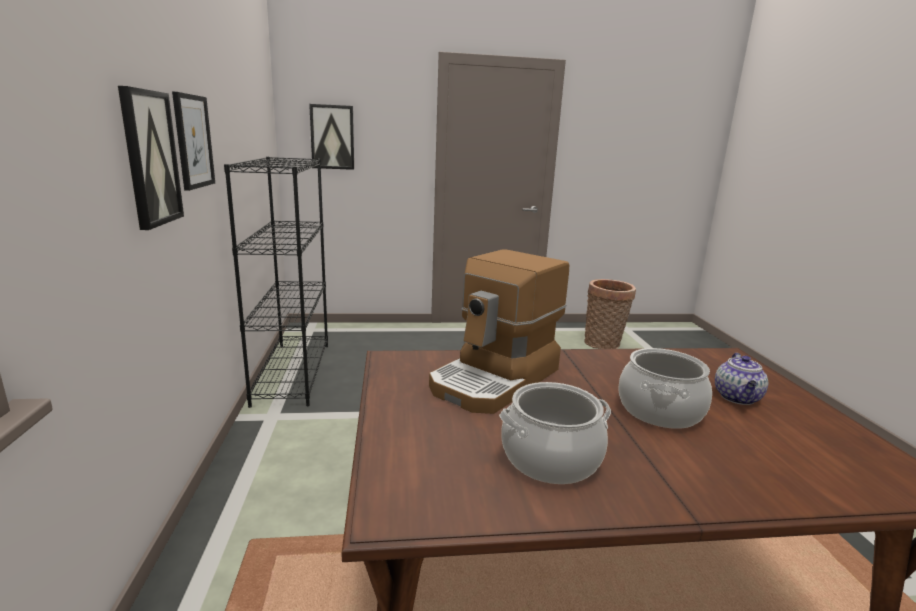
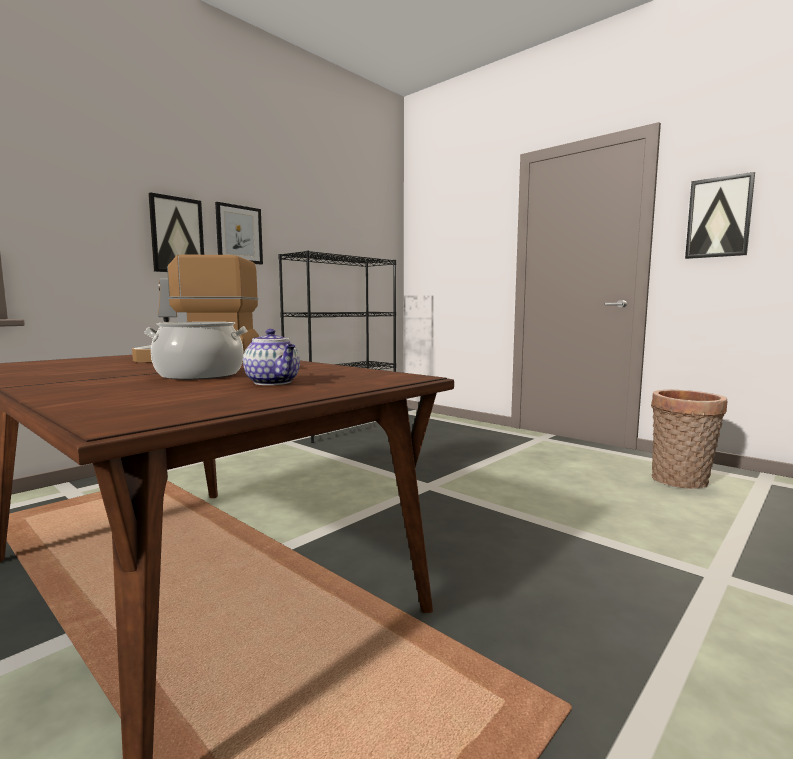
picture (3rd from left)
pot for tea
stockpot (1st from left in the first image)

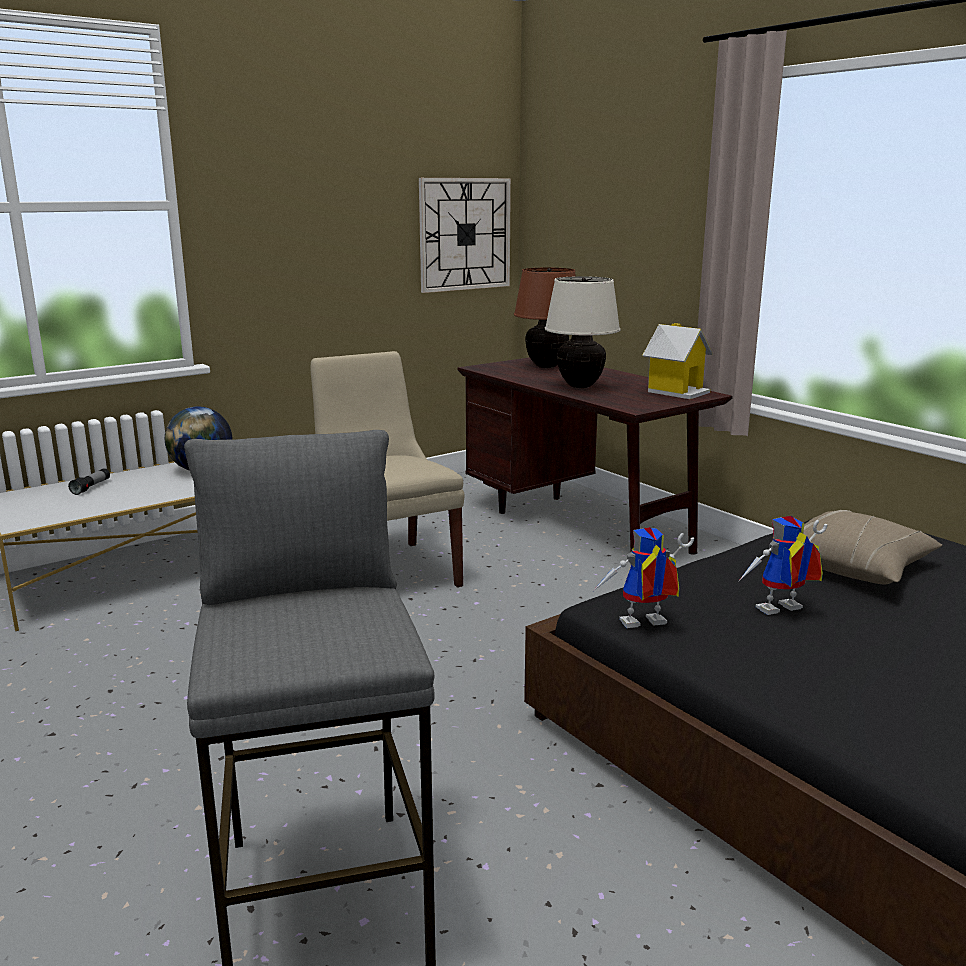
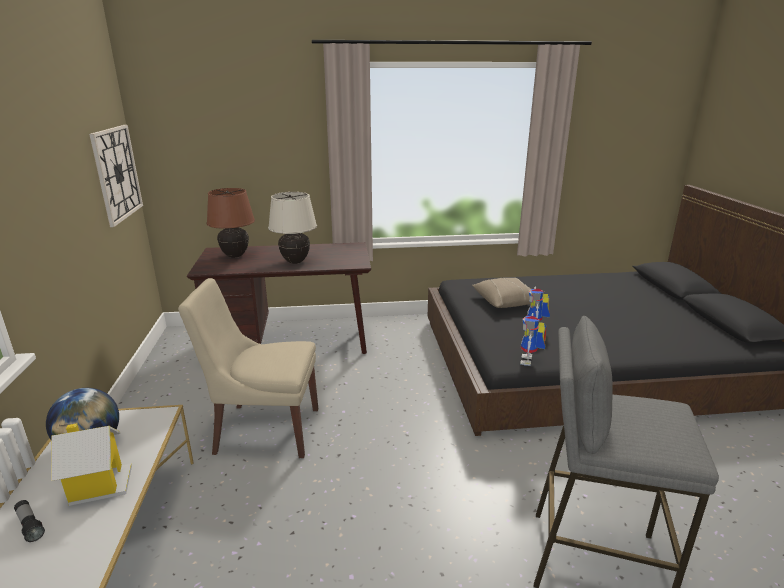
miniature house

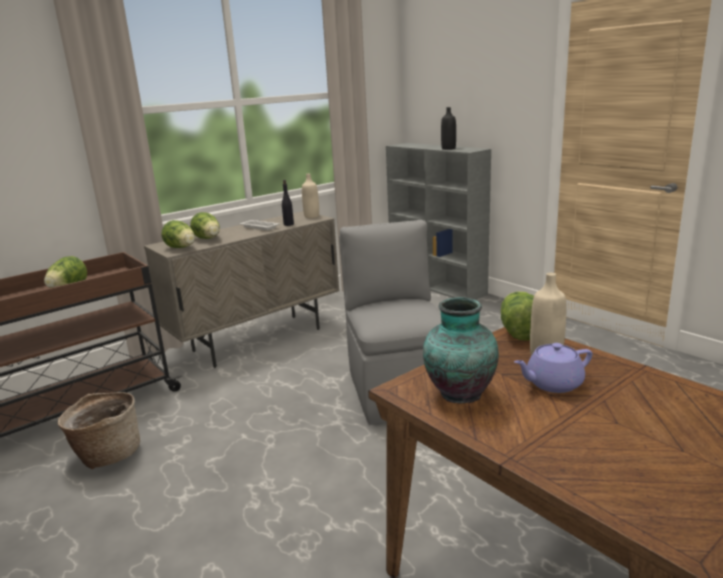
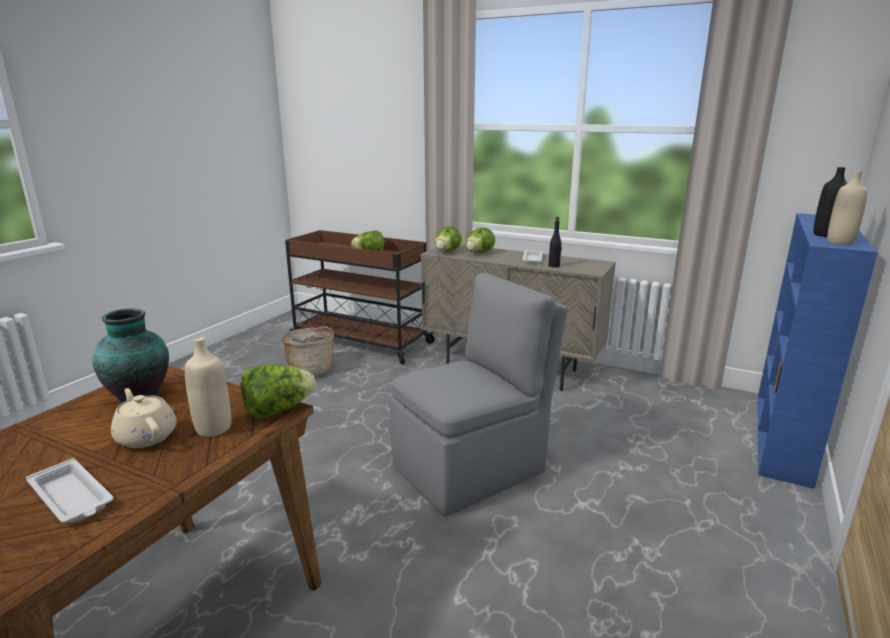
blue-coloured bookshelf
beige beverage bottle (2nd from left)
beige pot for tea
white-coloured serving tray (1st from left)

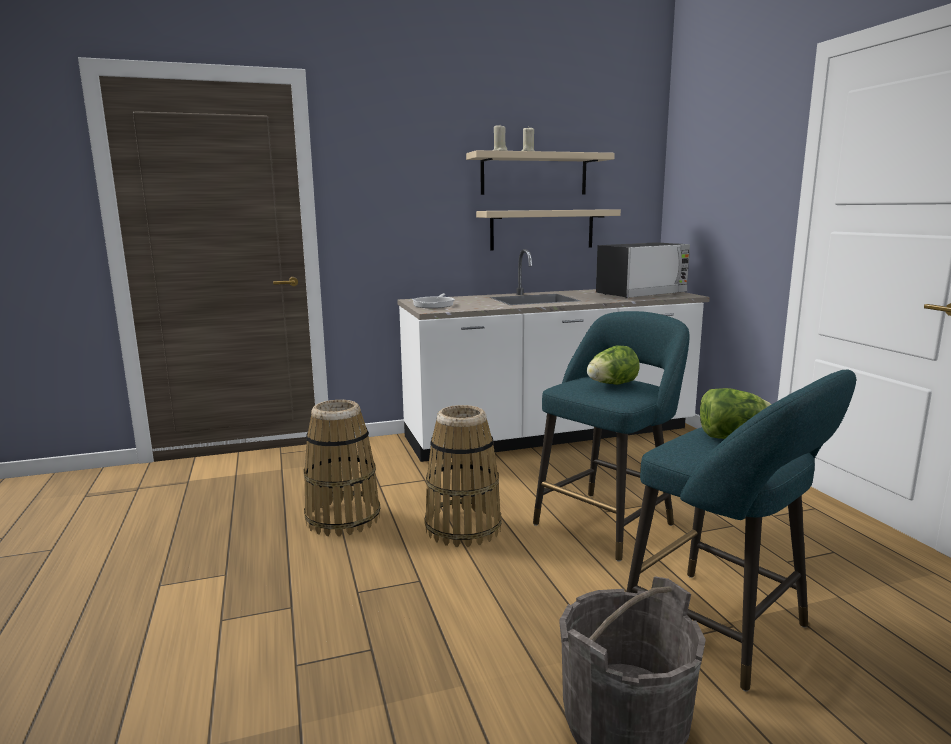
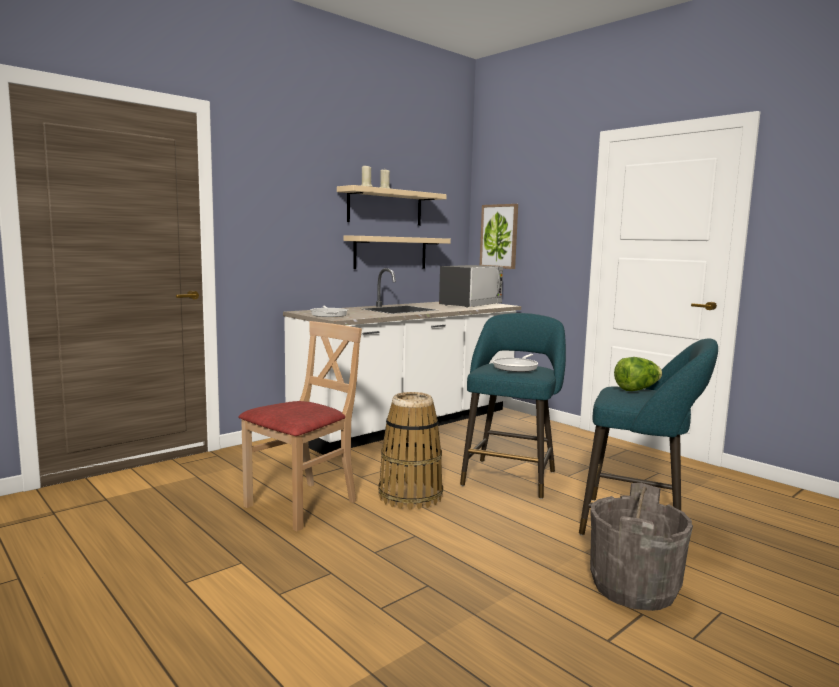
frying pan (2nd from left)
beige upright chair
picture

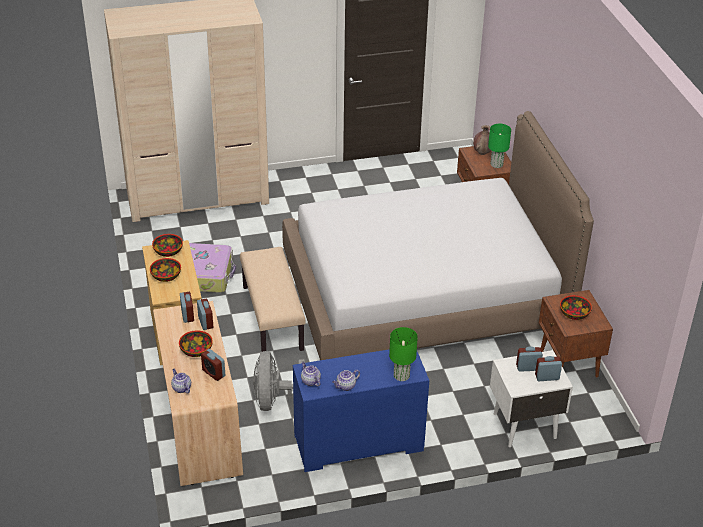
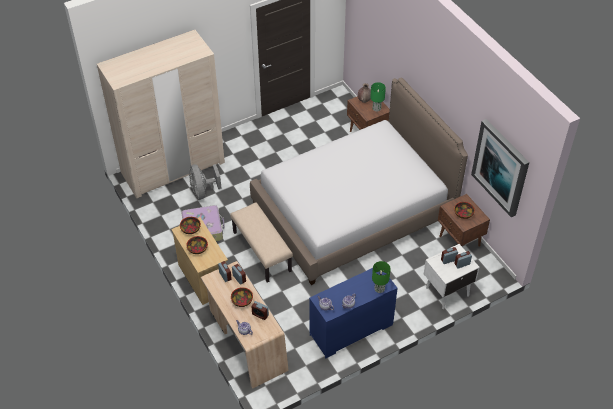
gray cooling fan
picture

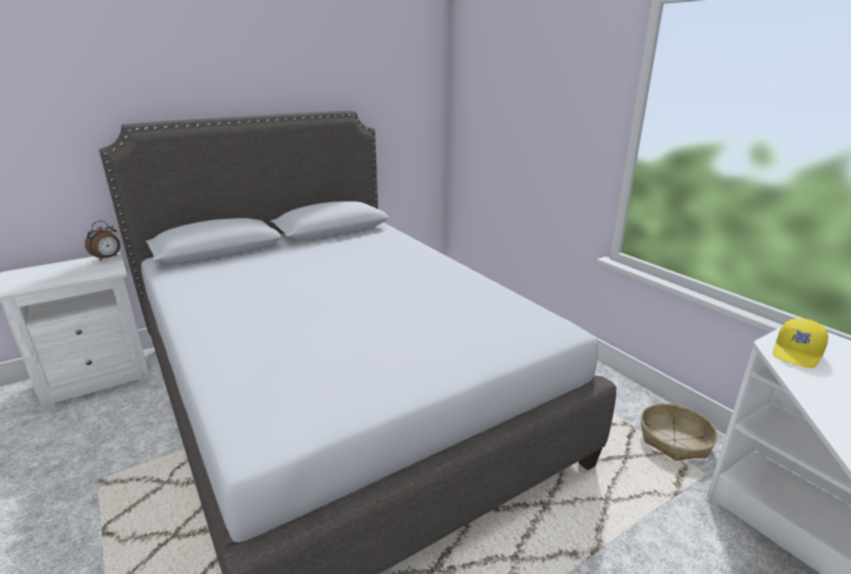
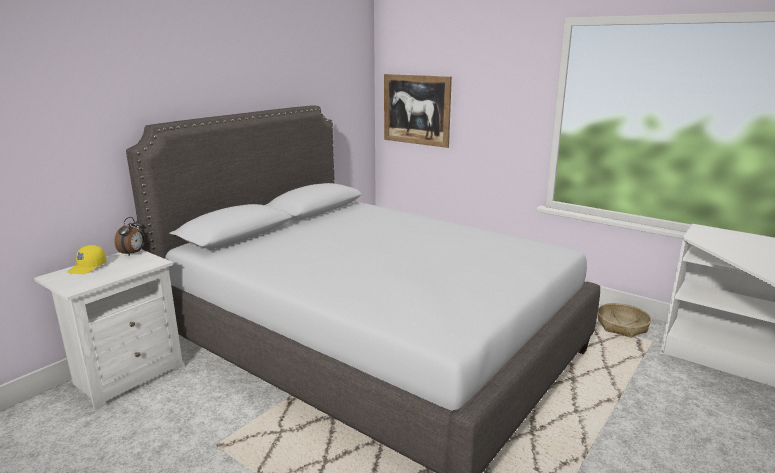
yellow cap
picture

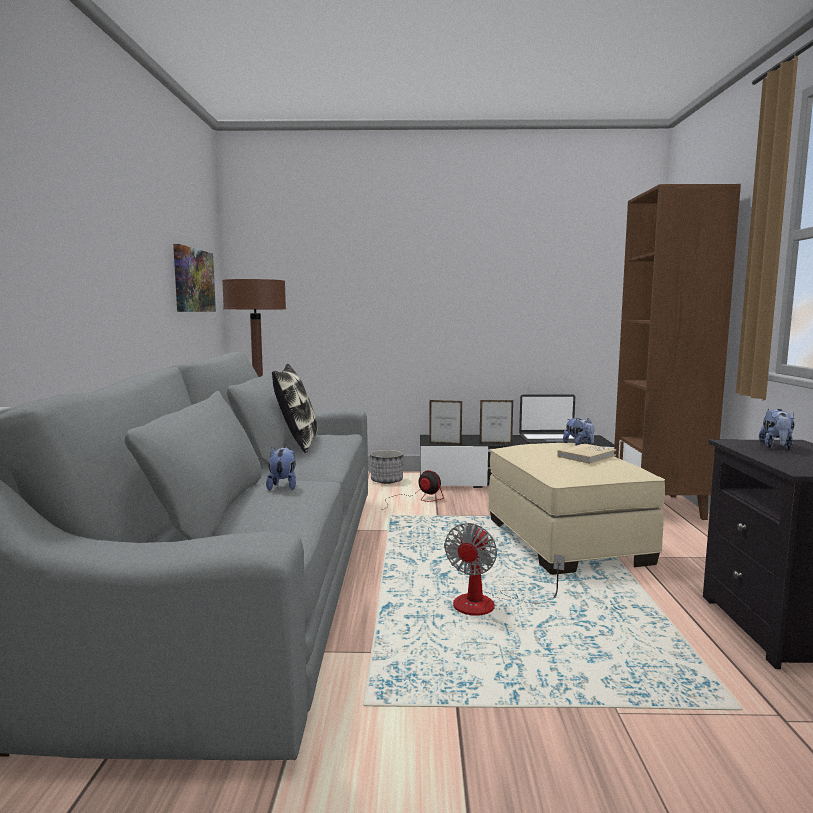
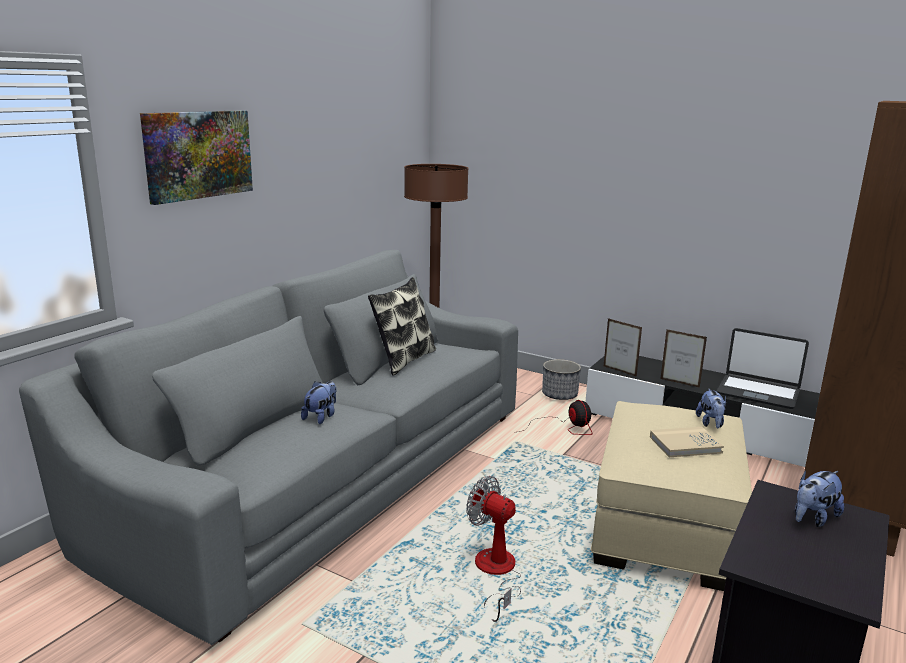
picture
cooling fan (1st from left)

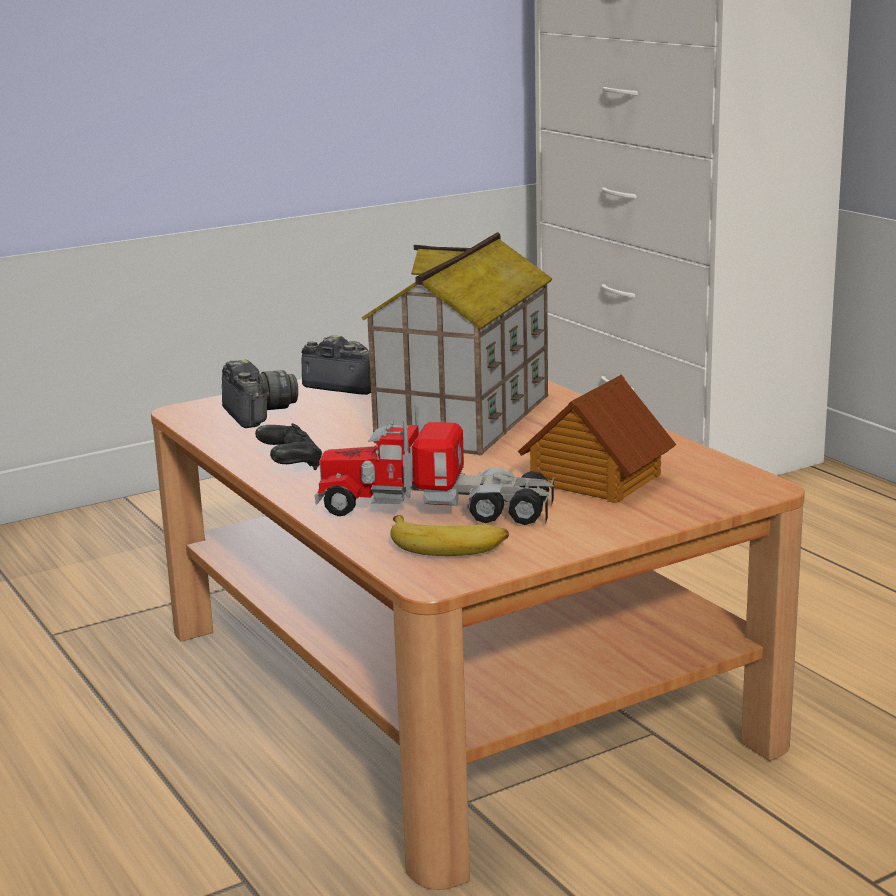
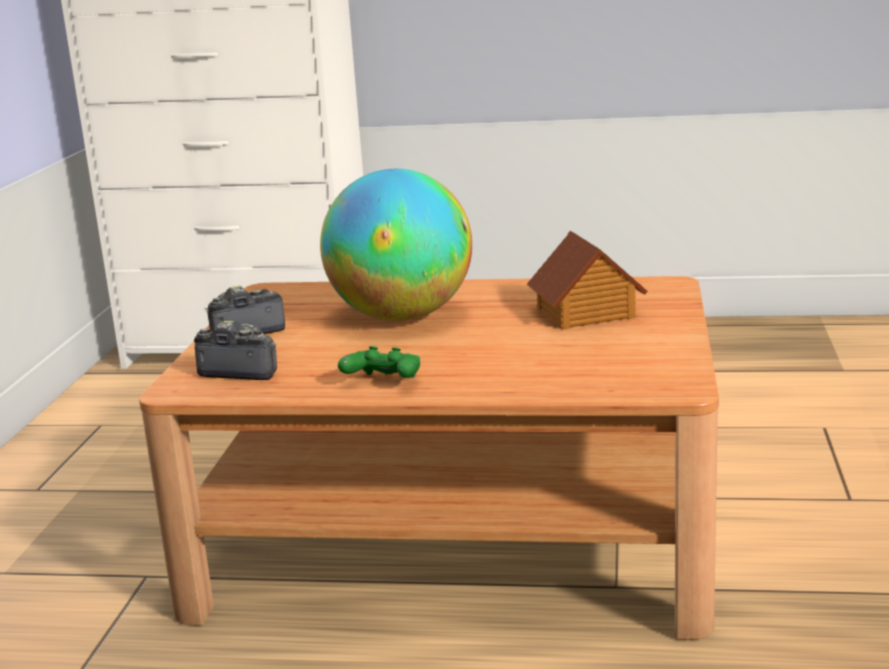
world globe
toy truck
green-coloured game controller
banana

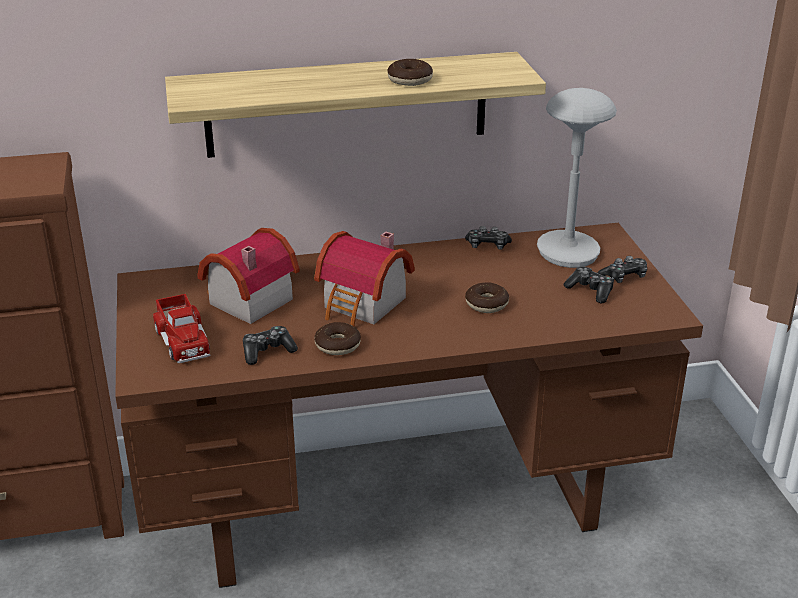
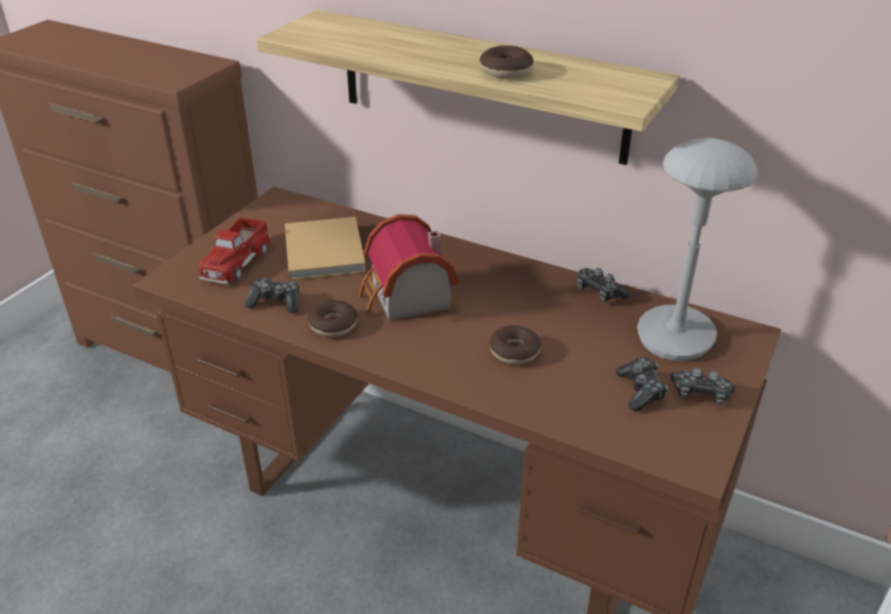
beige volume

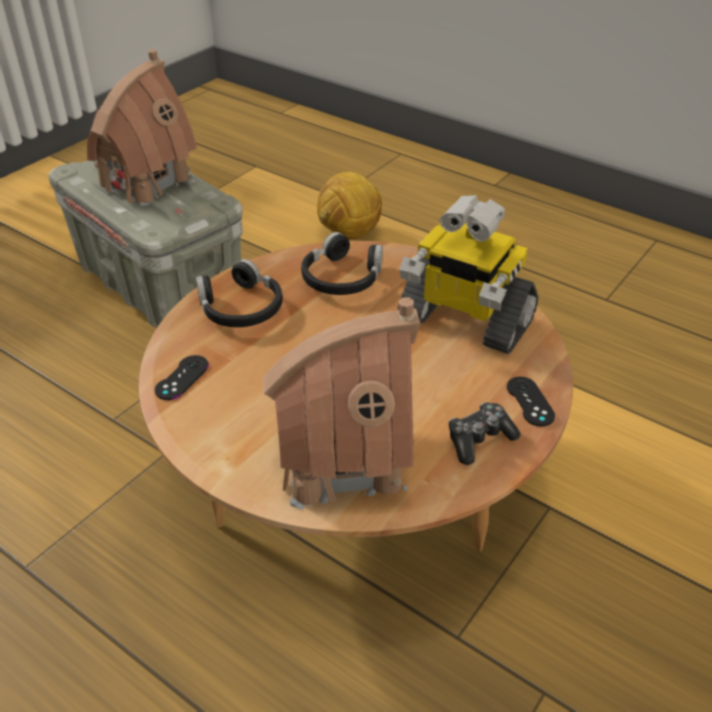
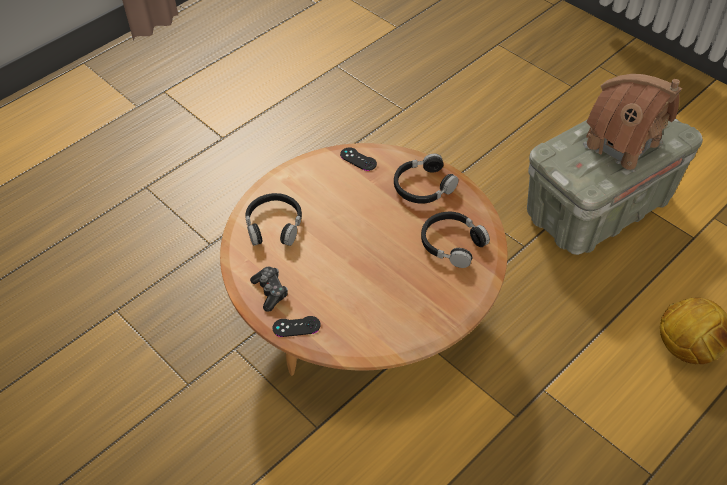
toy robot
blackish headset (1st from left)

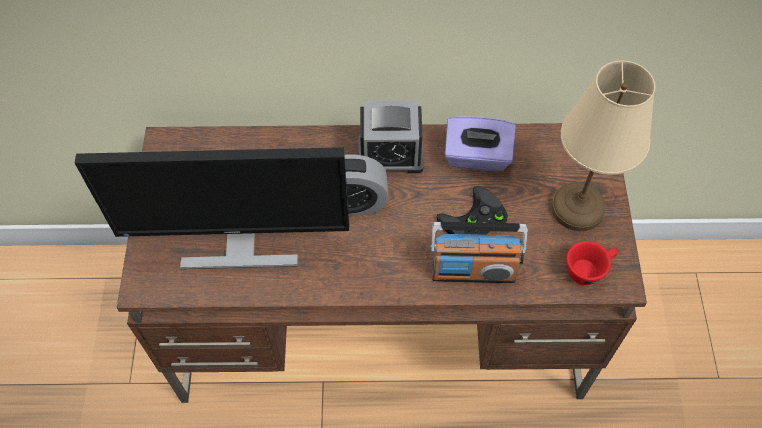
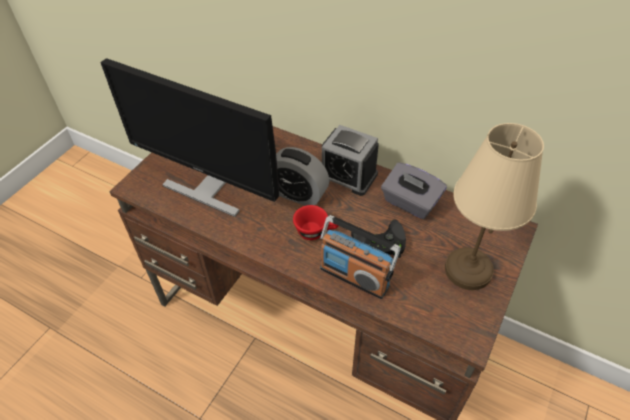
gray tissue box
red small cup

